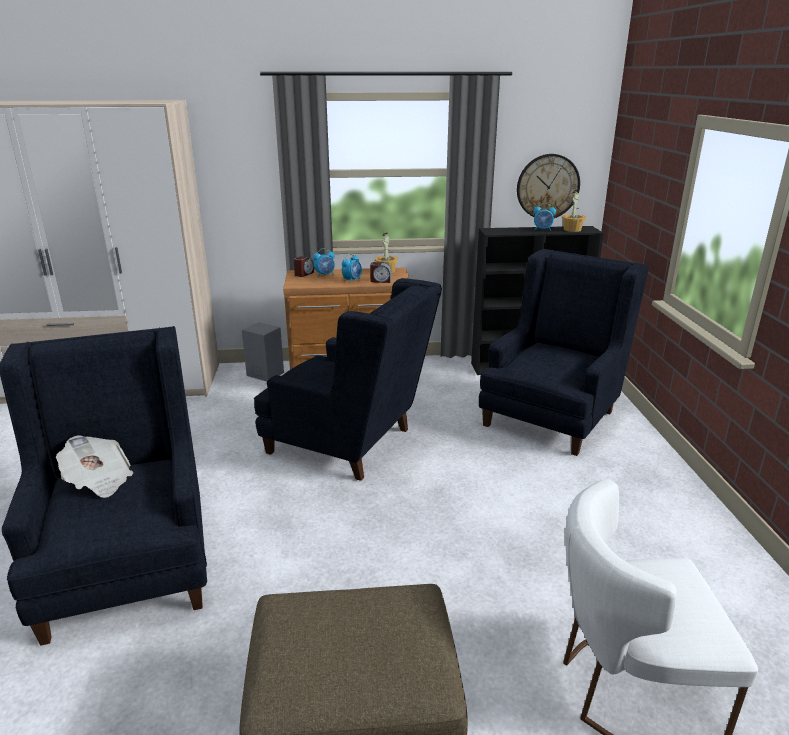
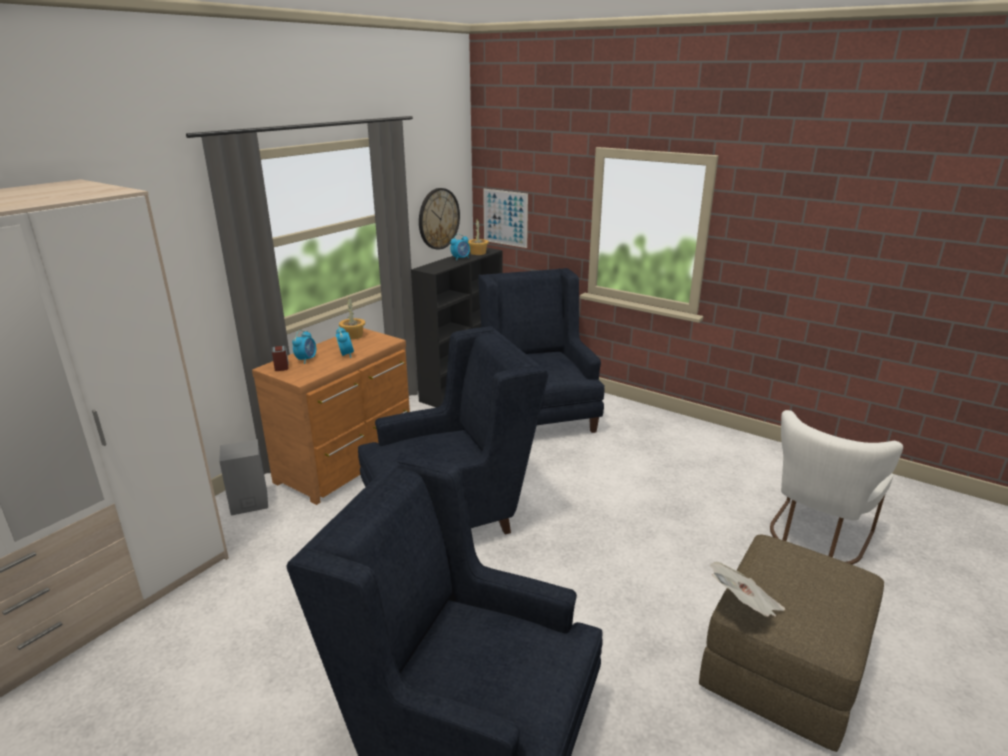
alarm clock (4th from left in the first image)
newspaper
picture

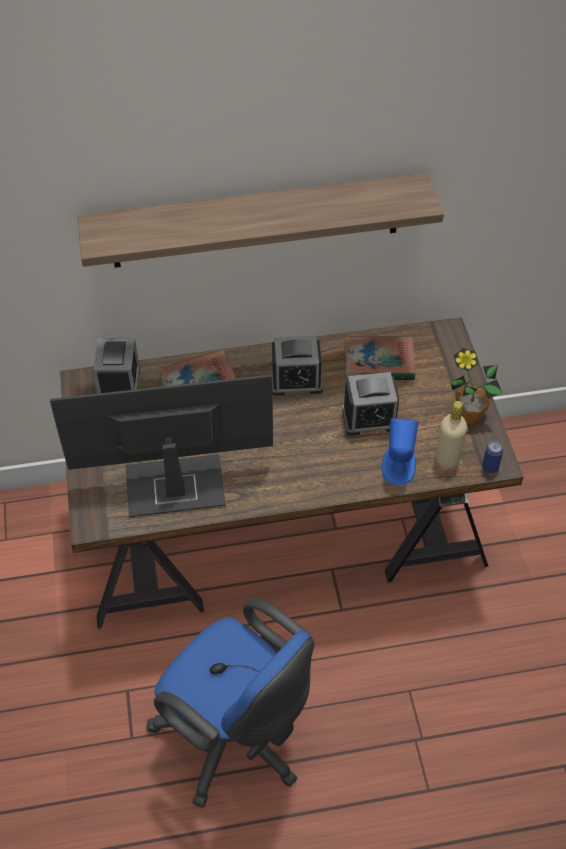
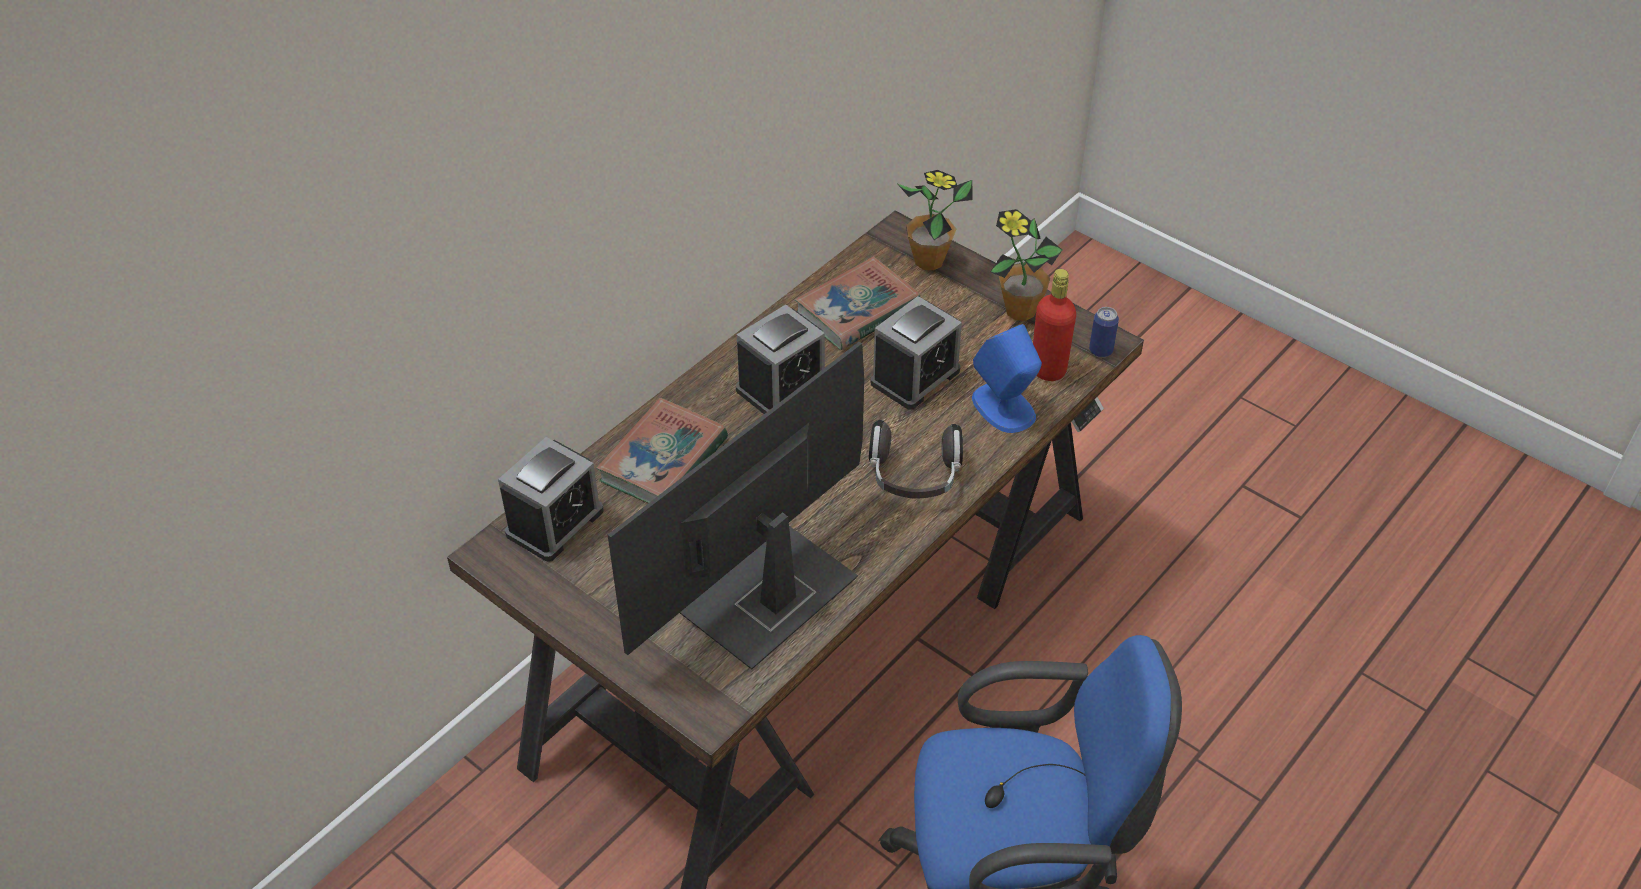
bracket shelf
alarm clock (1st from left)
red beverage bottle
houseplant (1st from left)
headset

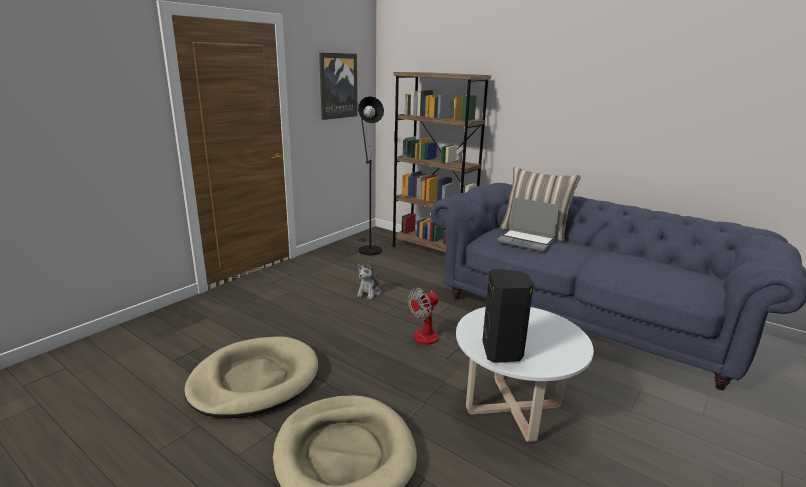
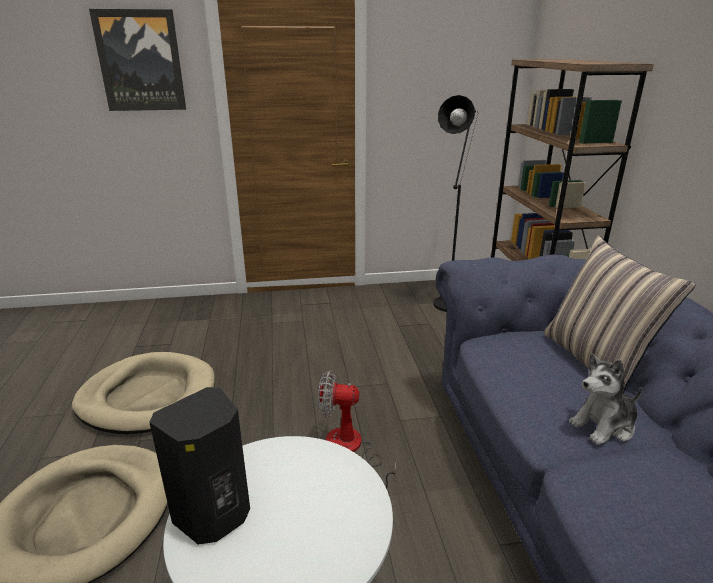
picture
portable computer
cuddly toy

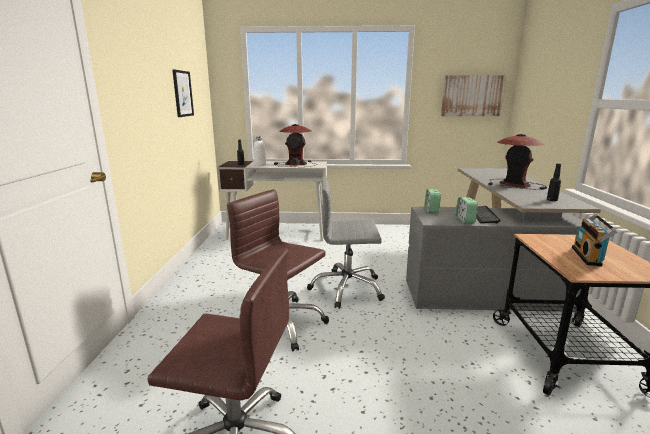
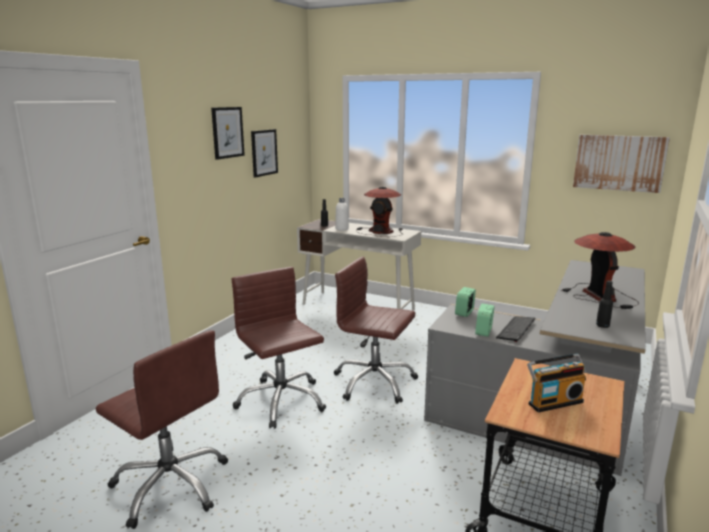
brownish office chair (3rd from left)
radio receiver
picture (1st from left)

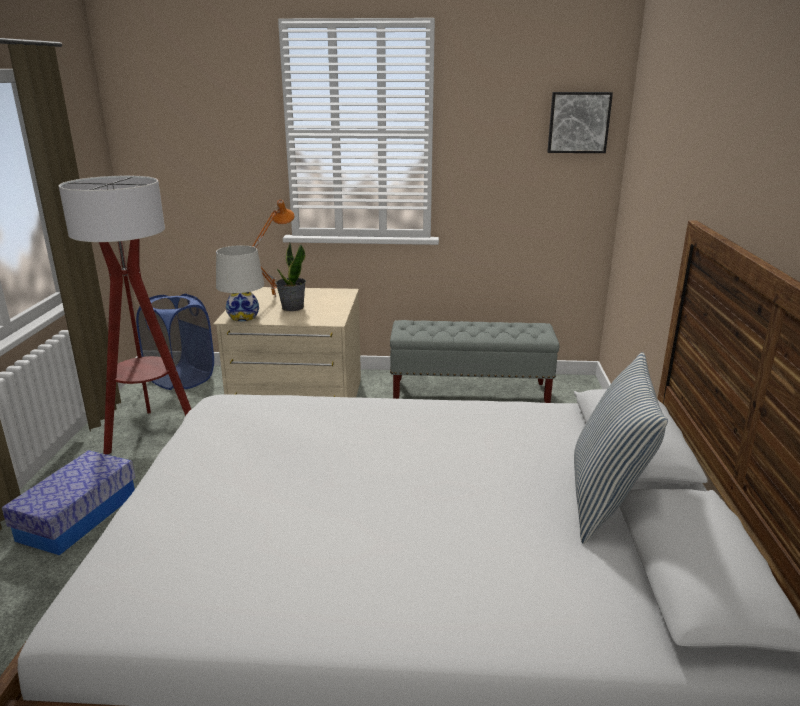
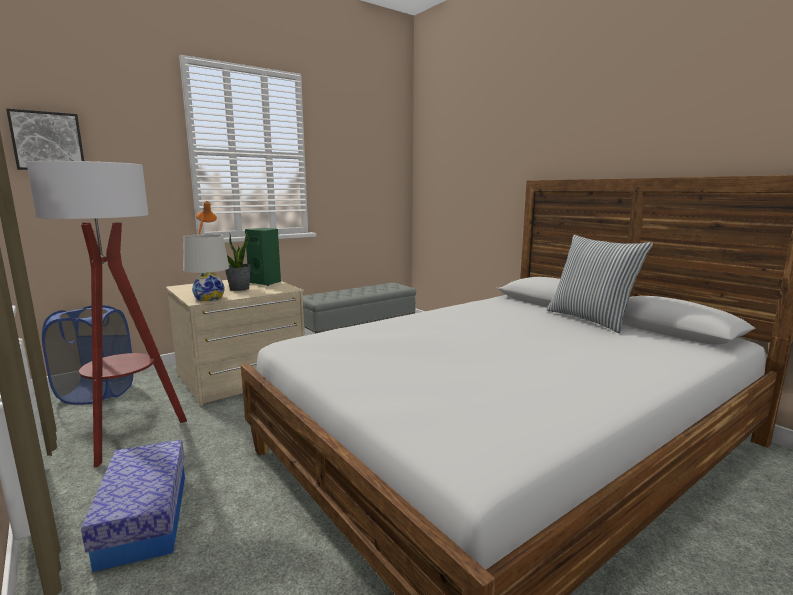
picture
green-coloured audio speaker

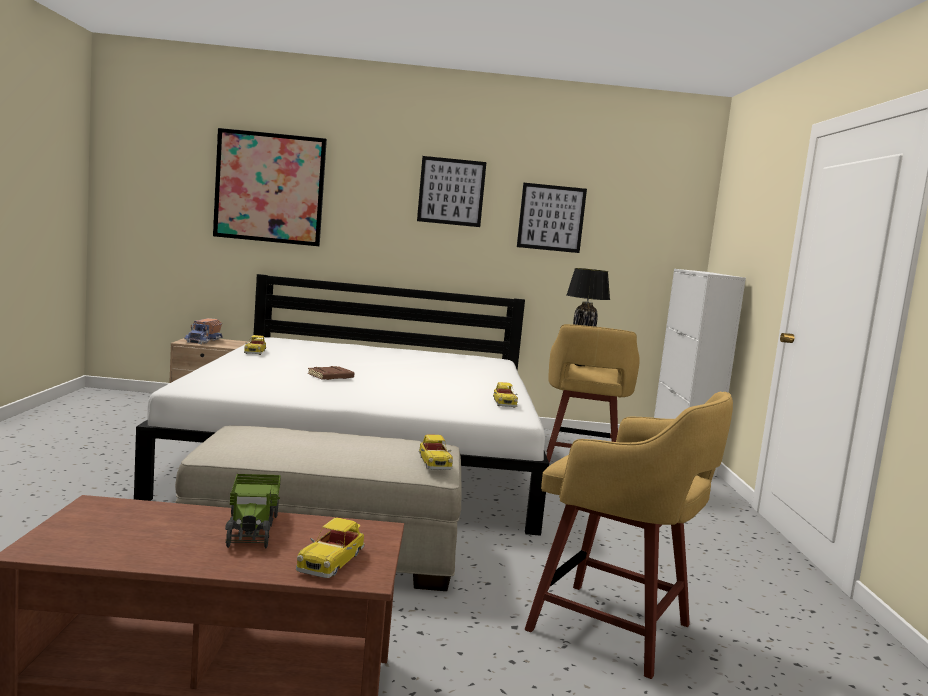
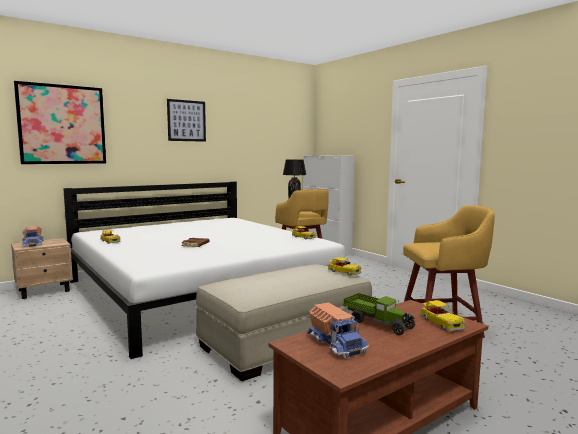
picture (3rd from left in the first image)
toy truck (2nd from left)

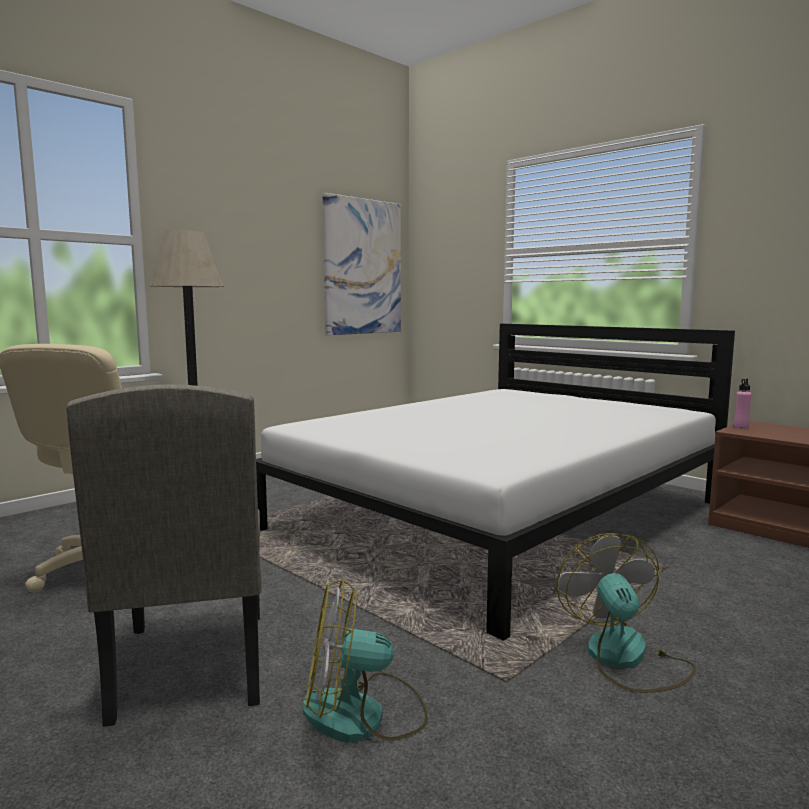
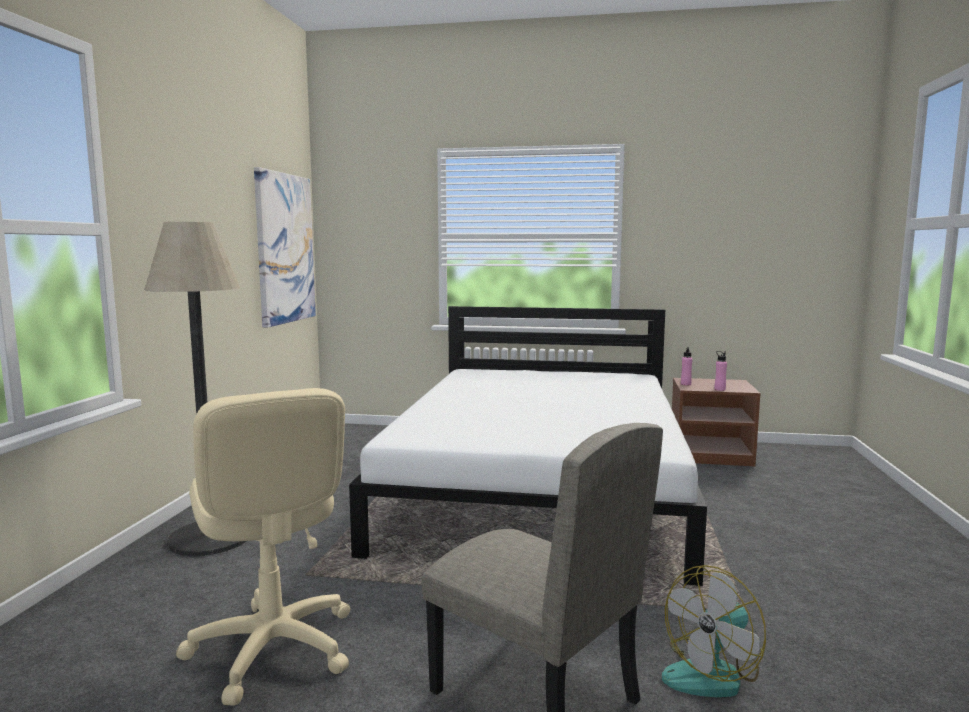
cooling fan (2nd from left in the first image)
pink-coloured beverage bottle (2nd from left)

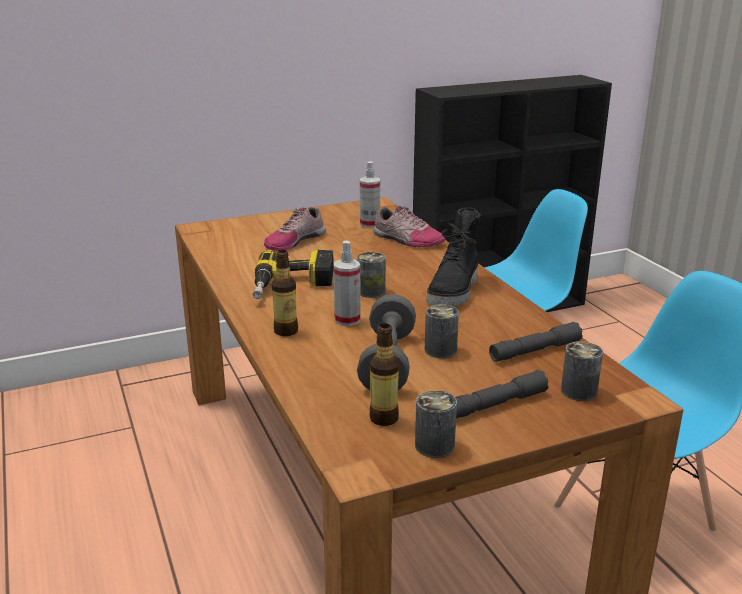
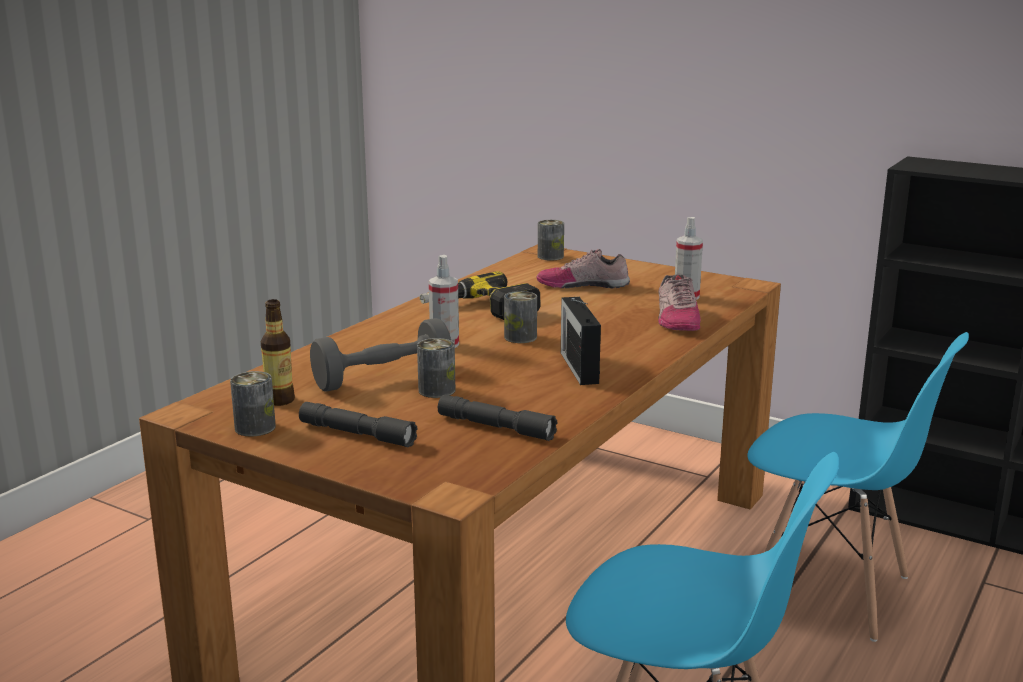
radio receiver
beverage bottle (1st from left in the first image)
sealed can (4th from left)

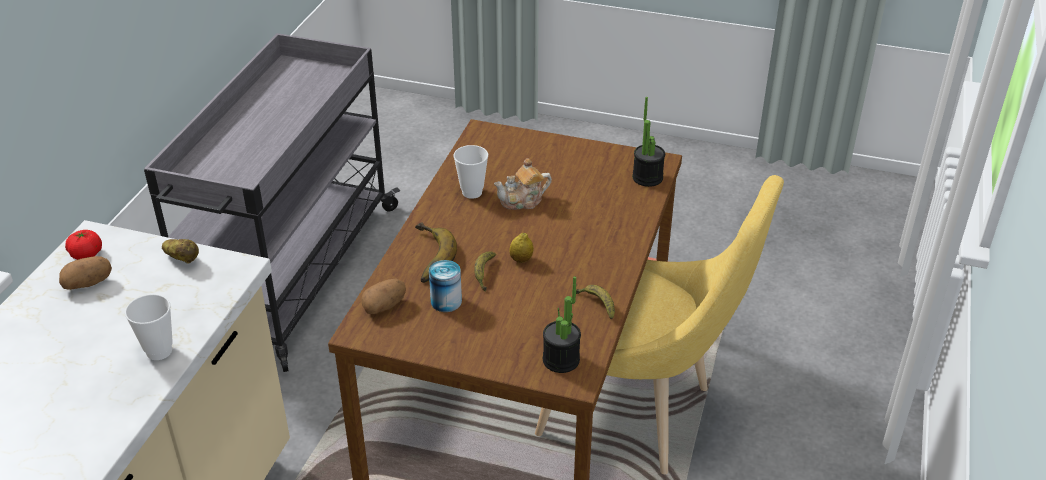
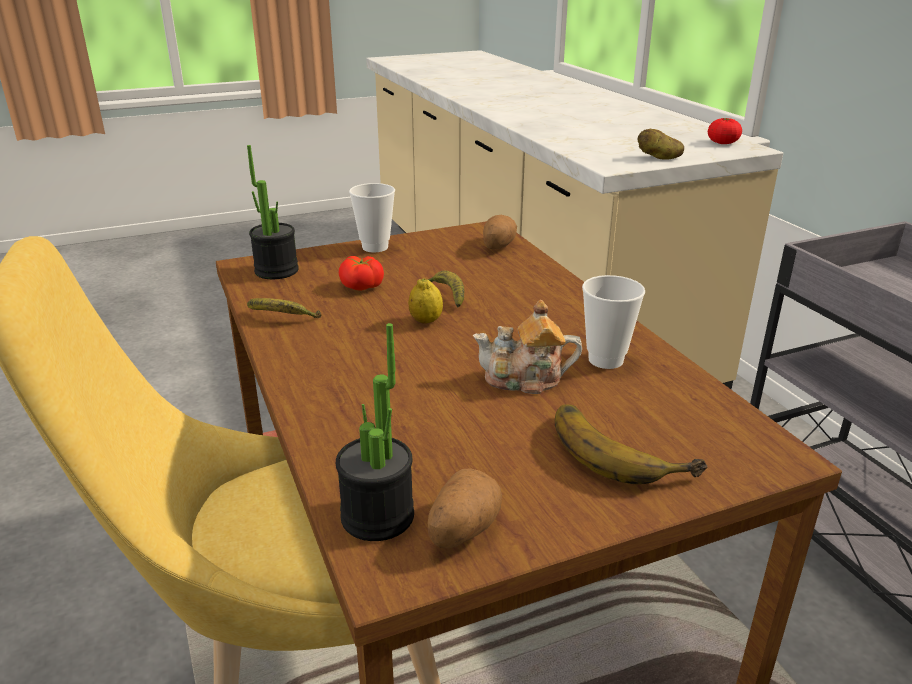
pot for tea
banana (3rd from left)
spud (1st from left)
sealed can
small cup (1st from left)
tomato (1st from left)

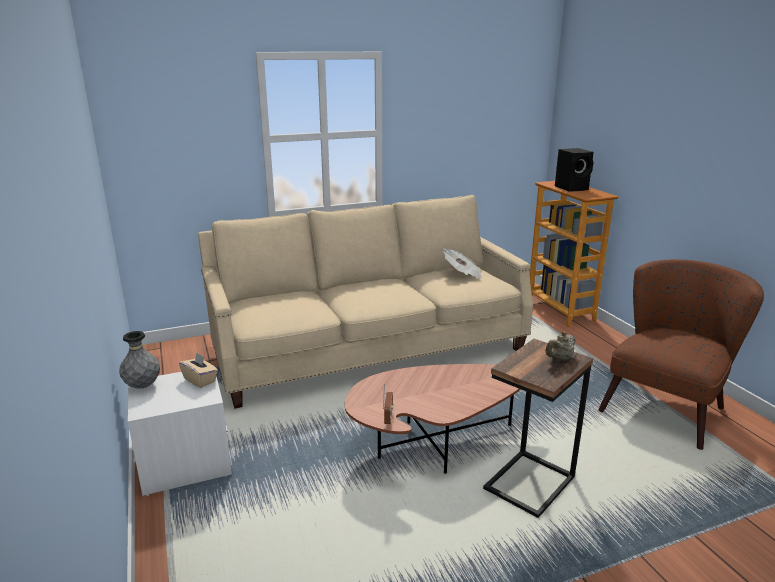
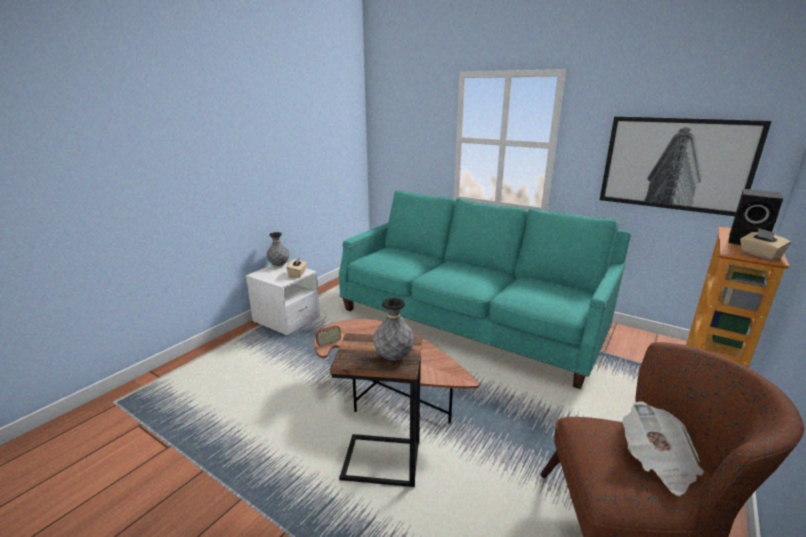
blue-green couch
newspaper
gray decorative vase (2nd from left)
picture
beige tissue box (2nd from left)

